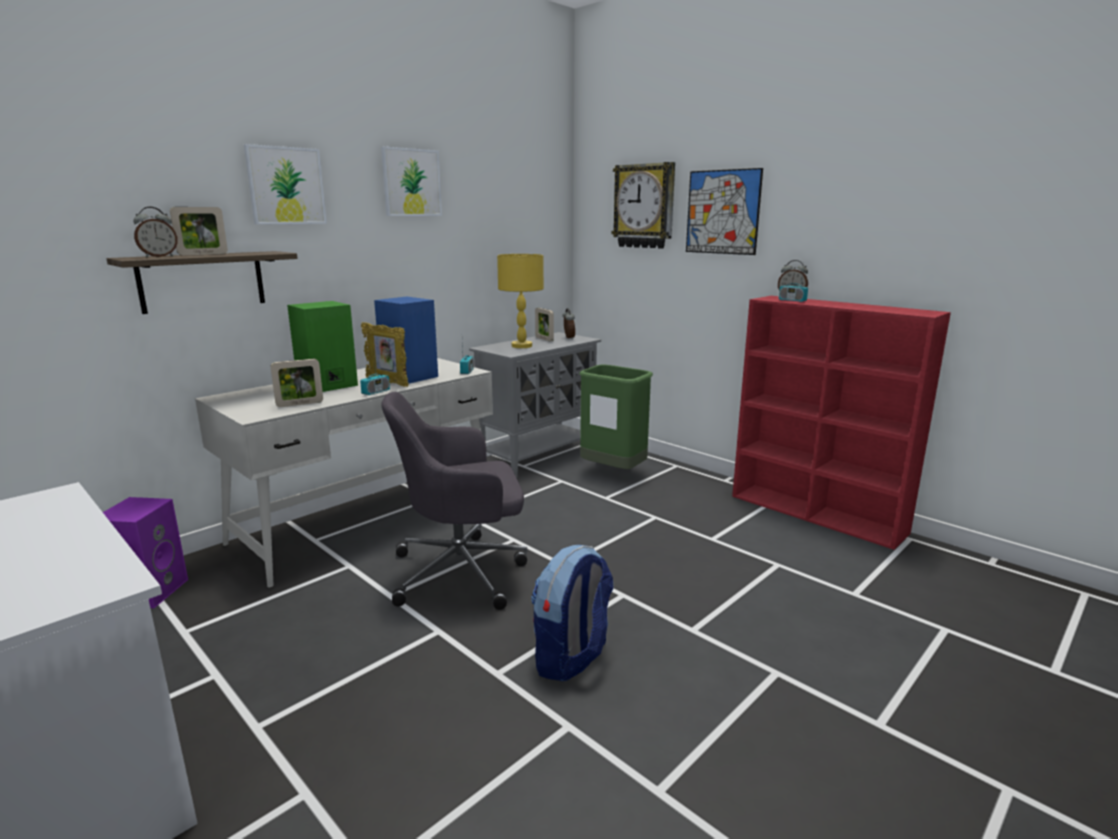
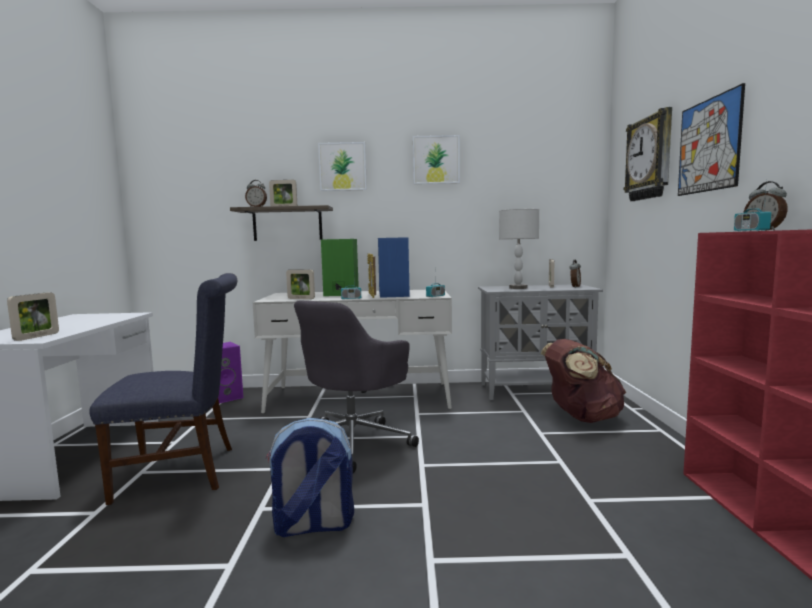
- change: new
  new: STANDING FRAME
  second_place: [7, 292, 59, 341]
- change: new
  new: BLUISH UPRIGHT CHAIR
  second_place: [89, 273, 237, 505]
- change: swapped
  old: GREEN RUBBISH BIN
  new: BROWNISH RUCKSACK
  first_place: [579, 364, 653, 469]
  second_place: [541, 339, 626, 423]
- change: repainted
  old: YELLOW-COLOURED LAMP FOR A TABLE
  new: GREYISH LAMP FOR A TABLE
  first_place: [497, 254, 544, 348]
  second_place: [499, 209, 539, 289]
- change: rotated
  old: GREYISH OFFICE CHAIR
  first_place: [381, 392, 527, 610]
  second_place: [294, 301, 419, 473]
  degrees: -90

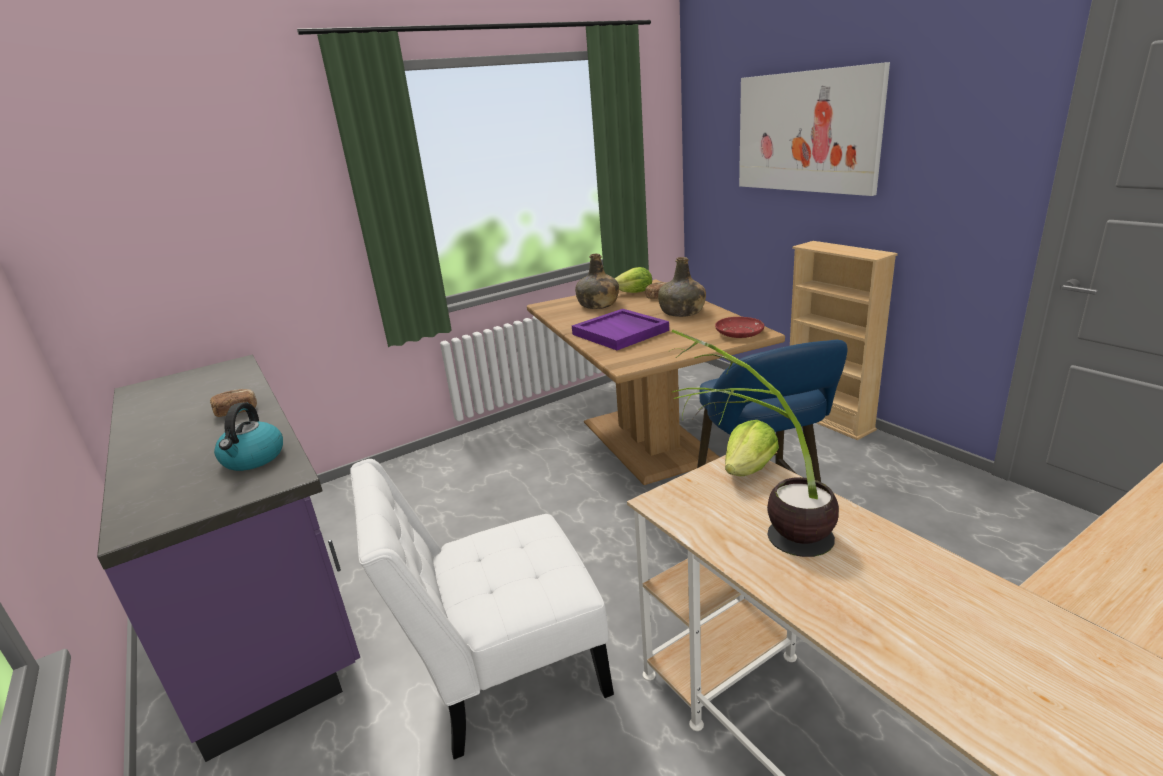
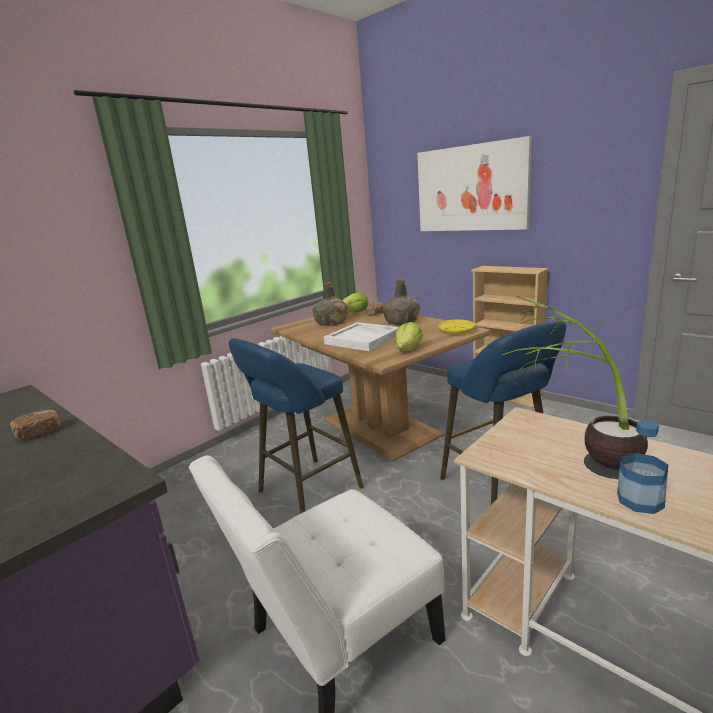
- change: gone
  old: TEA KETTLE
  first_place: [214, 402, 283, 471]
- change: new
  new: BLUISH SITTING STOOL
  second_place: [229, 338, 364, 514]
- change: new
  new: DRINK BOTTLE
  second_place: [617, 420, 668, 514]
- change: shifted
  old: LETTUCE HEAD
  first_place: [725, 420, 779, 476]
  second_place: [396, 322, 423, 352]
- change: repainted
  old: PURPLISH SERVING TRAY
  new: WHITISH SERVING TRAY
  first_place: [572, 309, 669, 350]
  second_place: [324, 322, 399, 351]
- change: repainted
  old: RED-COLOURED PLATE
  new: YELLOW-COLOURED PLATE
  first_place: [715, 317, 764, 338]
  second_place: [438, 320, 475, 334]

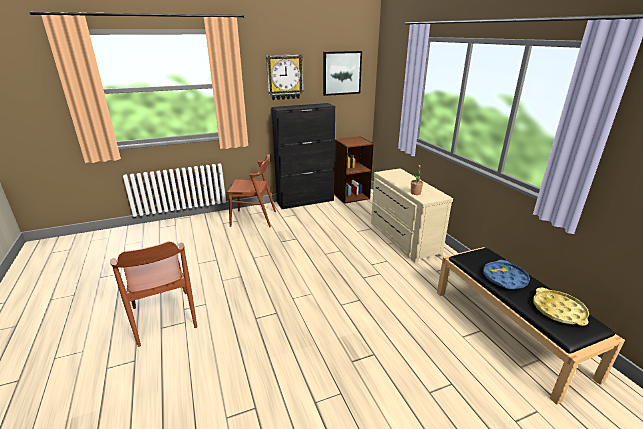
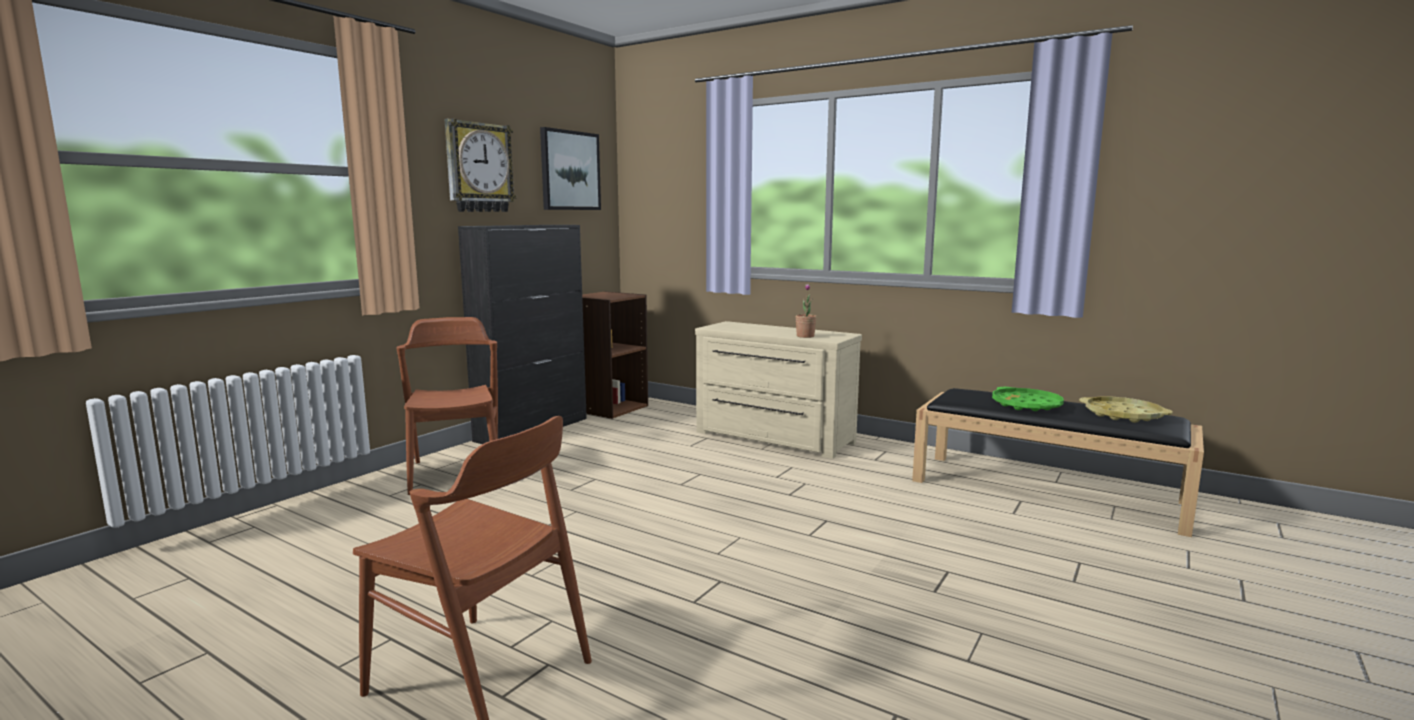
- change: repainted
  old: BLUISH SERVING TRAY
  new: GREEN SERVING TRAY
  first_place: [483, 260, 530, 289]
  second_place: [992, 387, 1064, 411]
- change: rotated
  old: BROWNISH UPRIGHT CHAIR
  first_place: [227, 154, 276, 227]
  second_place: [396, 317, 498, 495]
  degrees: -75

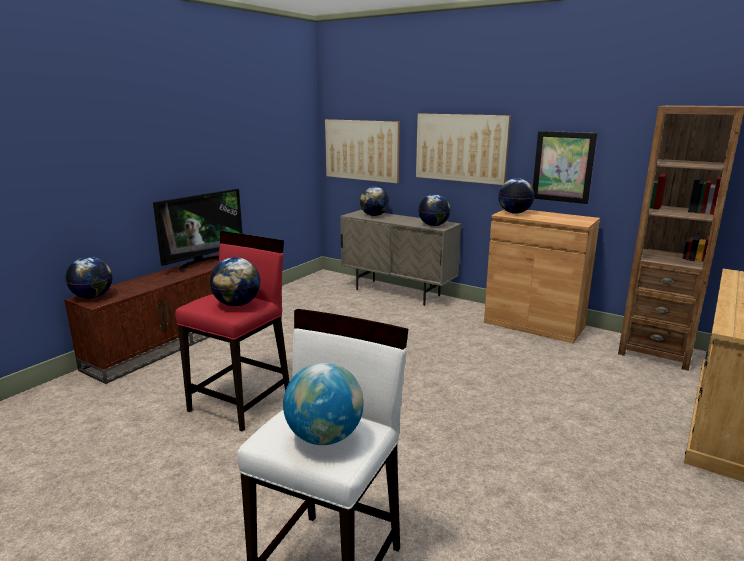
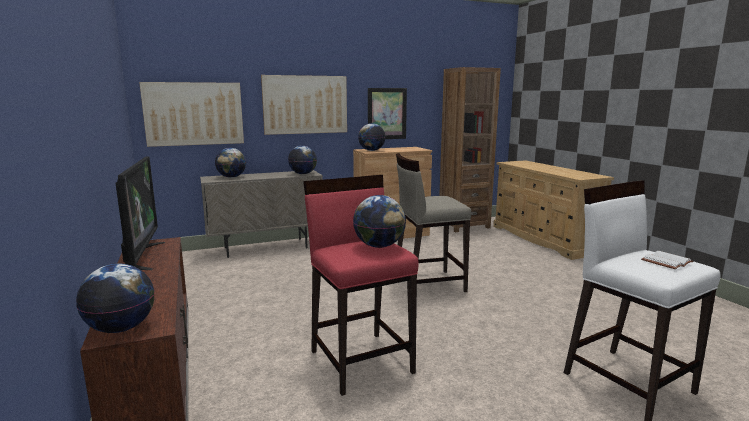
- change: new
  new: SAND-COLOURED SITTING STOOL
  second_place: [396, 153, 471, 292]
- change: swapped
  old: GLOBE
  new: WHITISH BOUND BOOK
  first_place: [283, 363, 364, 445]
  second_place: [641, 251, 693, 269]

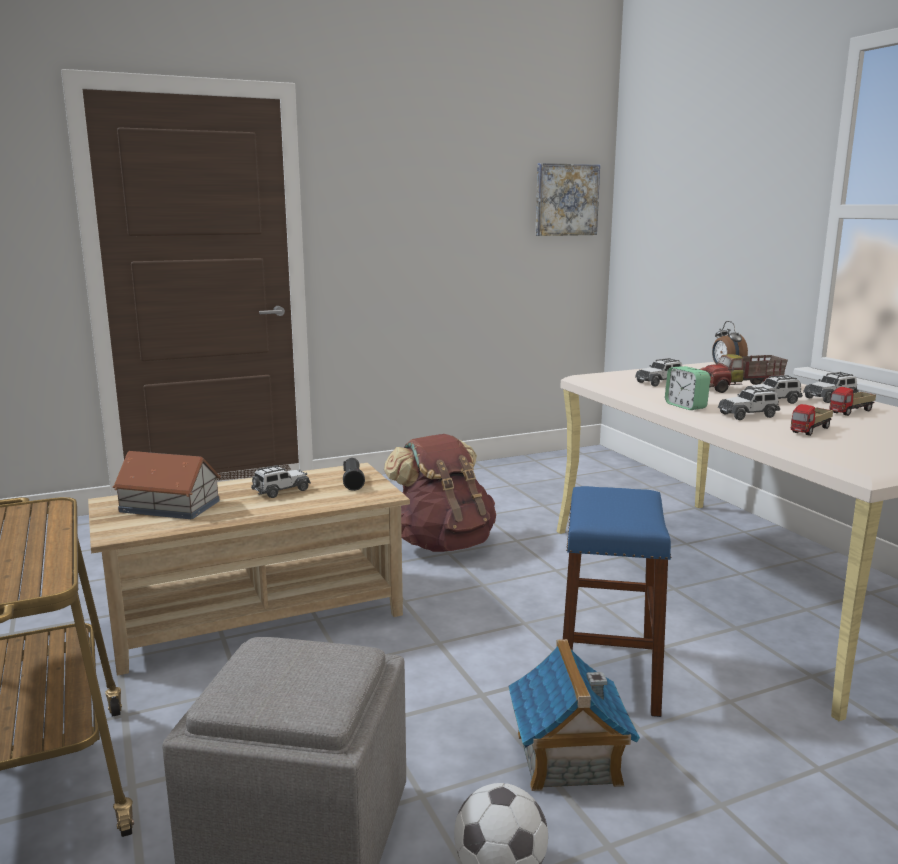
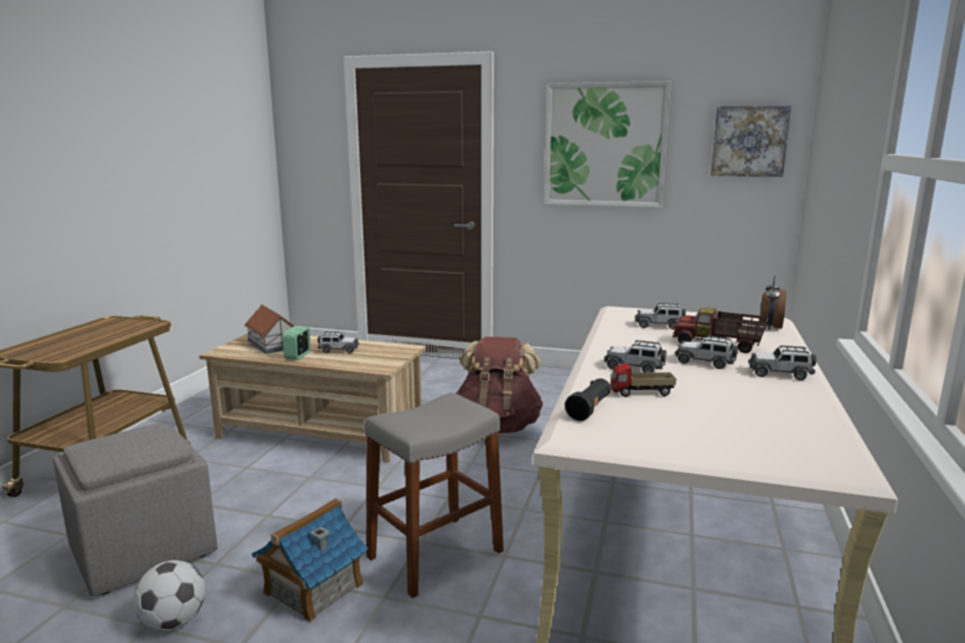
- change: gone
  old: TOY LORRY
  first_place: [830, 387, 876, 416]
- change: new
  new: WALL PICTURE
  second_place: [544, 81, 671, 208]
- change: shifted
  old: BLACKISH FLASHLIGHT
  first_place: [343, 458, 365, 491]
  second_place: [565, 378, 611, 421]
- change: shifted
  old: ALARM CLOCK
  first_place: [665, 366, 710, 410]
  second_place: [283, 326, 311, 360]
- change: repainted
  old: BLUISH SITTING STOOL
  new: GREYISH SITTING STOOL
  first_place: [563, 486, 671, 717]
  second_place: [364, 393, 504, 598]

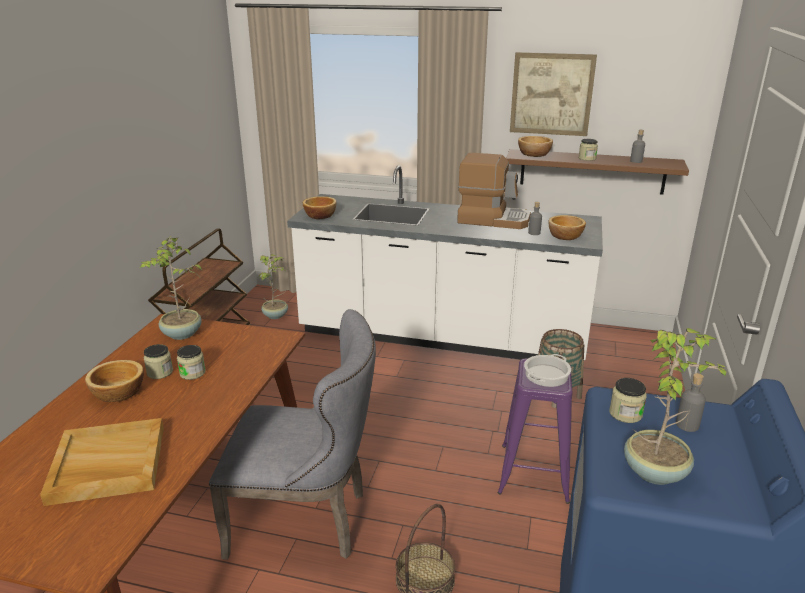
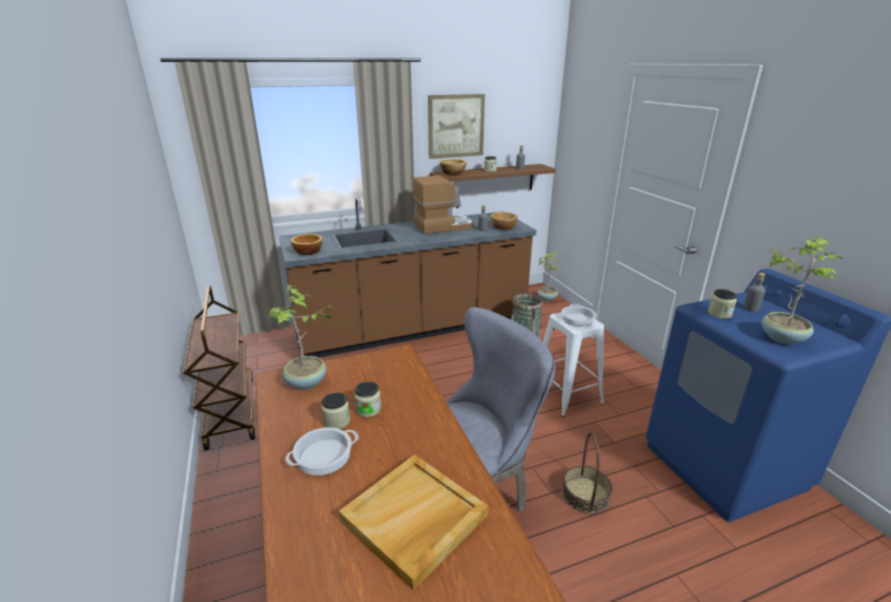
- change: shifted
  old: POTTED PLANT
  first_place: [258, 254, 288, 319]
  second_place: [537, 251, 564, 301]
- change: swapped
  old: BOWL
  new: COOKING POT
  first_place: [85, 360, 144, 402]
  second_place: [286, 427, 359, 475]
- change: repainted
  old: WHITISH KITCHEN COUNTER
  new: BROWNISH KITCHEN COUNTER
  first_place: [287, 166, 603, 360]
  second_place: [279, 197, 537, 358]
- change: repainted
  old: PURPLISH SITTING STOOL
  new: WHITISH SITTING STOOL
  first_place: [498, 358, 573, 504]
  second_place: [543, 312, 604, 417]

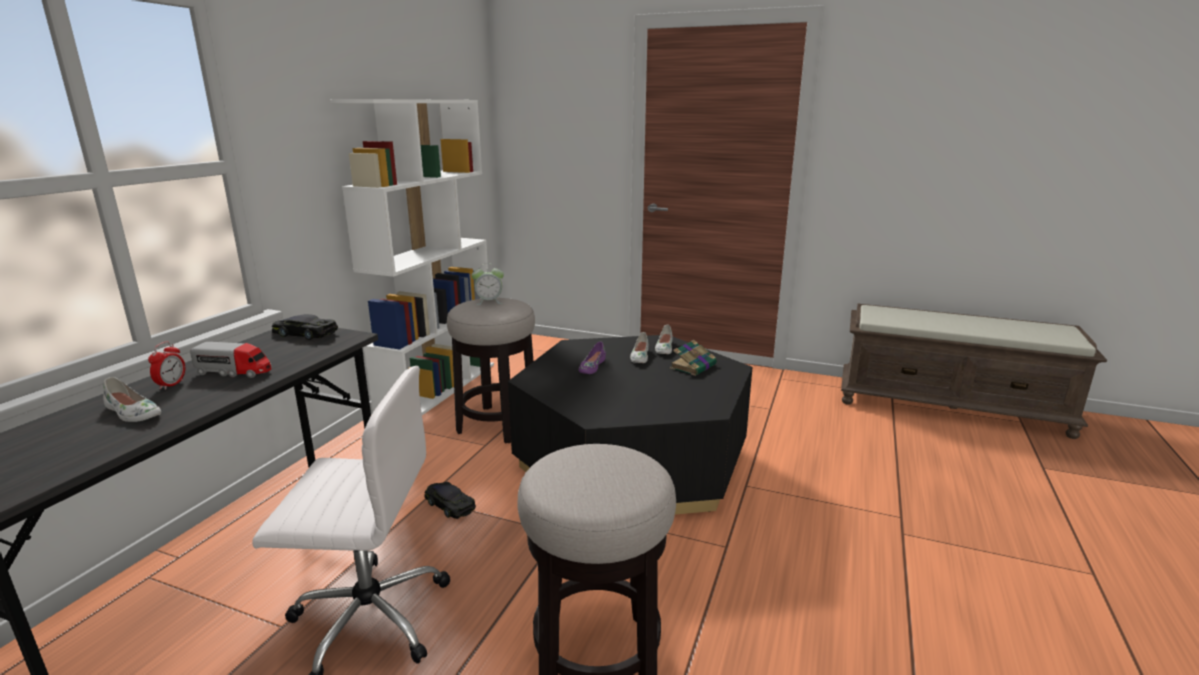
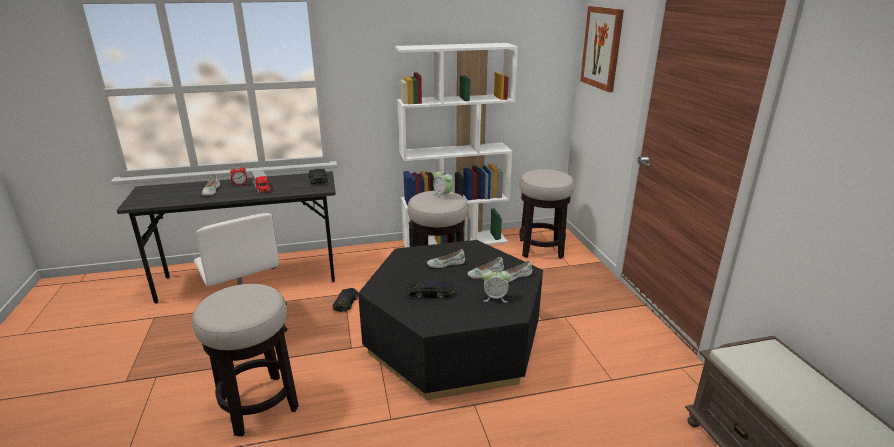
- change: new
  new: BLACKISH MODEL CAR
  second_place: [407, 279, 456, 299]
- change: new
  new: SITTING STOOL
  second_place: [519, 169, 575, 259]
- change: new
  new: WALL PICTURE
  second_place: [580, 6, 624, 92]
- change: swapped
  old: BOUND BOOK
  new: ALARM CLOCK
  first_place: [670, 339, 717, 376]
  second_place: [482, 266, 511, 302]
- change: repainted
  old: PURPLISH ITEM OF FOOTWEAR
  new: WHITISH ITEM OF FOOTWEAR
  first_place: [579, 342, 606, 374]
  second_place: [427, 250, 465, 268]

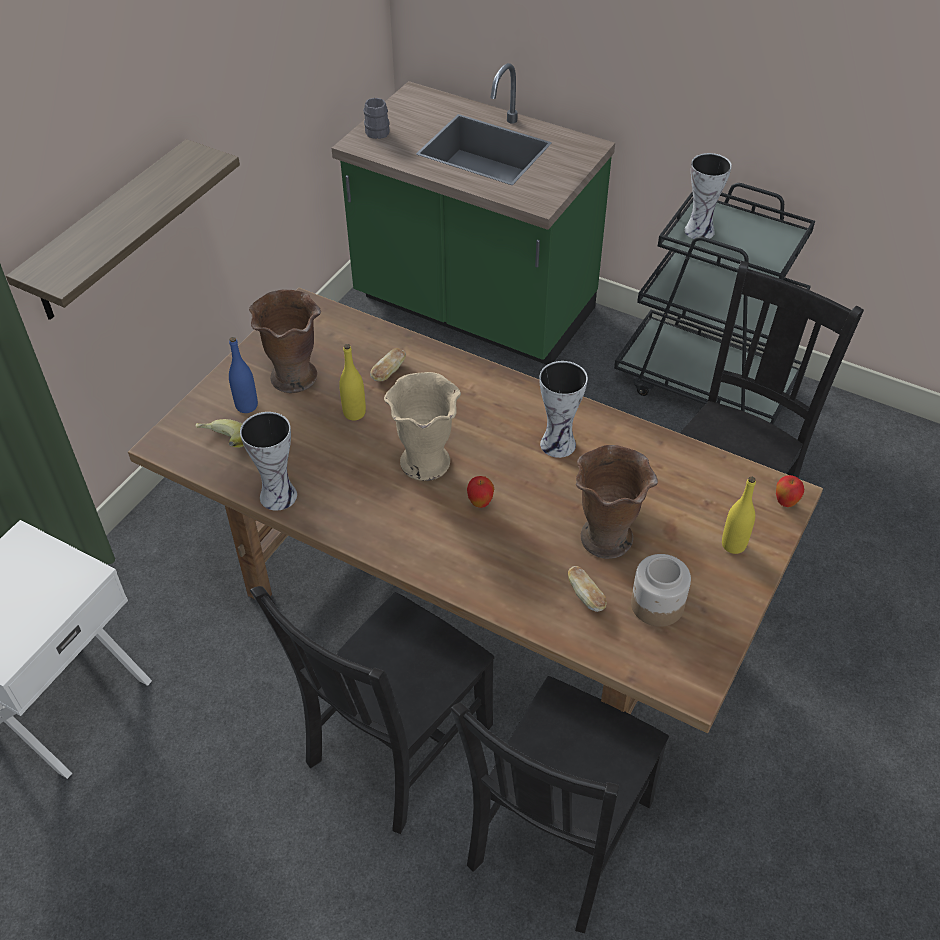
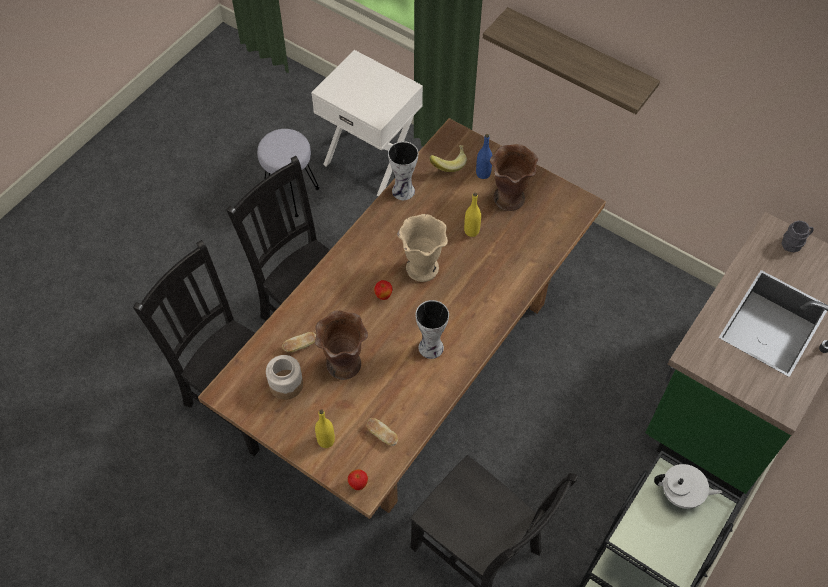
- change: new
  new: GREYISH SITTING STOOL
  second_place: [257, 129, 319, 217]
- change: shifted
  old: BREAD
  first_place: [370, 348, 406, 381]
  second_place: [367, 418, 398, 446]
- change: swapped
  old: FLOWER VASE
  new: WHITISH POT FOR TEA
  first_place: [684, 153, 732, 239]
  second_place: [654, 464, 722, 509]

